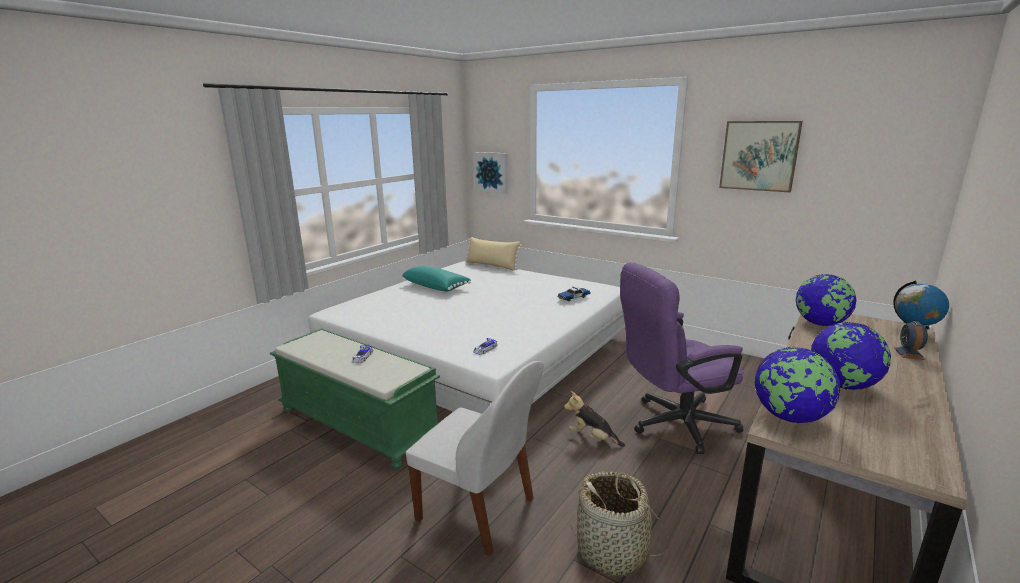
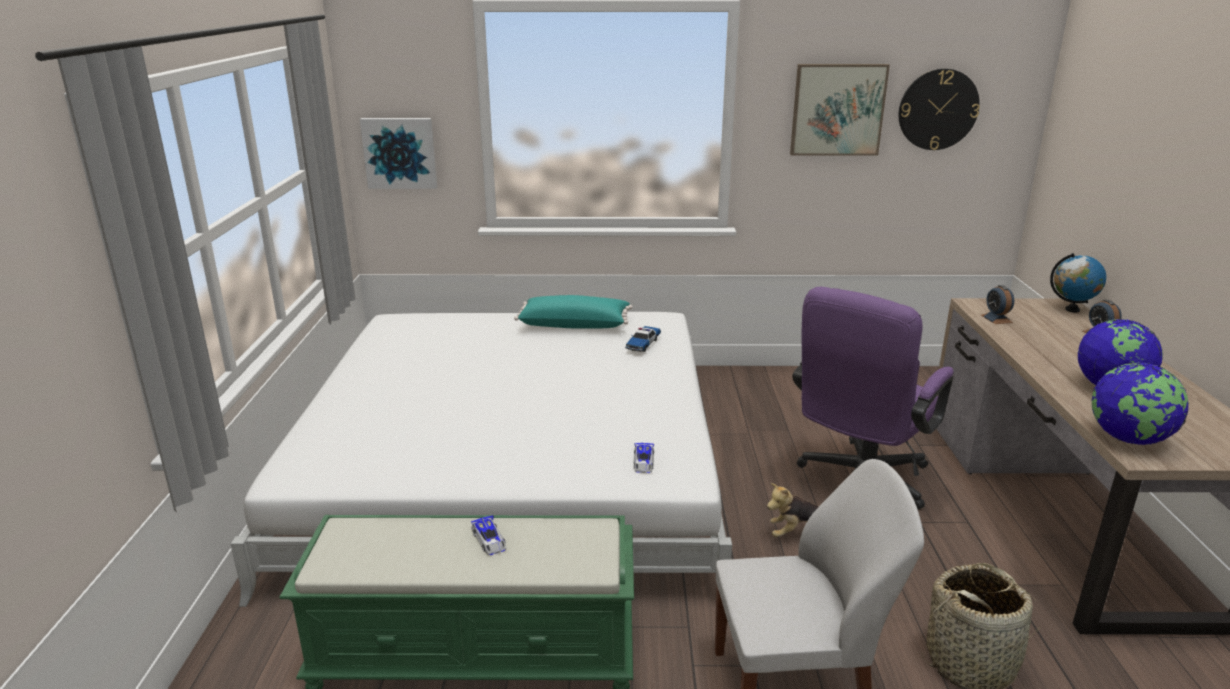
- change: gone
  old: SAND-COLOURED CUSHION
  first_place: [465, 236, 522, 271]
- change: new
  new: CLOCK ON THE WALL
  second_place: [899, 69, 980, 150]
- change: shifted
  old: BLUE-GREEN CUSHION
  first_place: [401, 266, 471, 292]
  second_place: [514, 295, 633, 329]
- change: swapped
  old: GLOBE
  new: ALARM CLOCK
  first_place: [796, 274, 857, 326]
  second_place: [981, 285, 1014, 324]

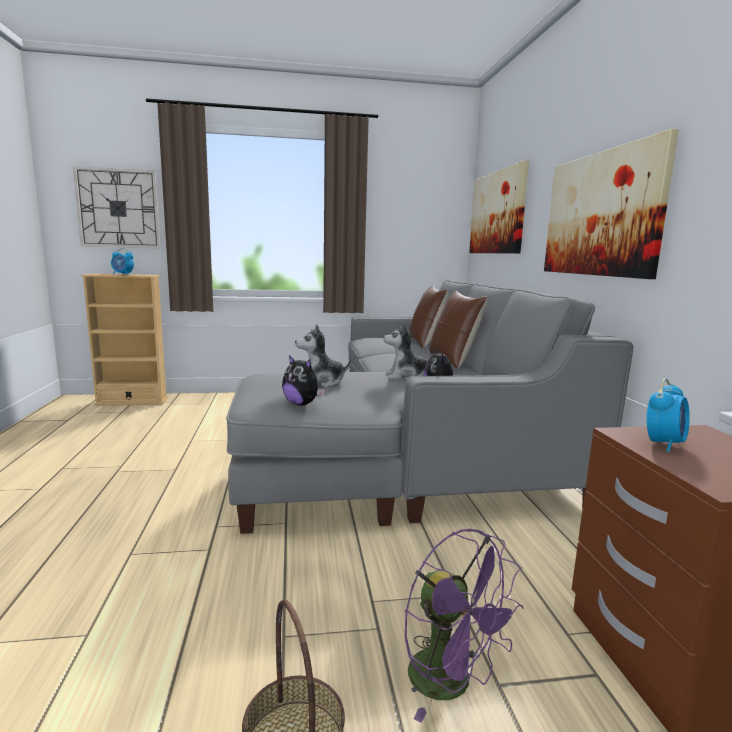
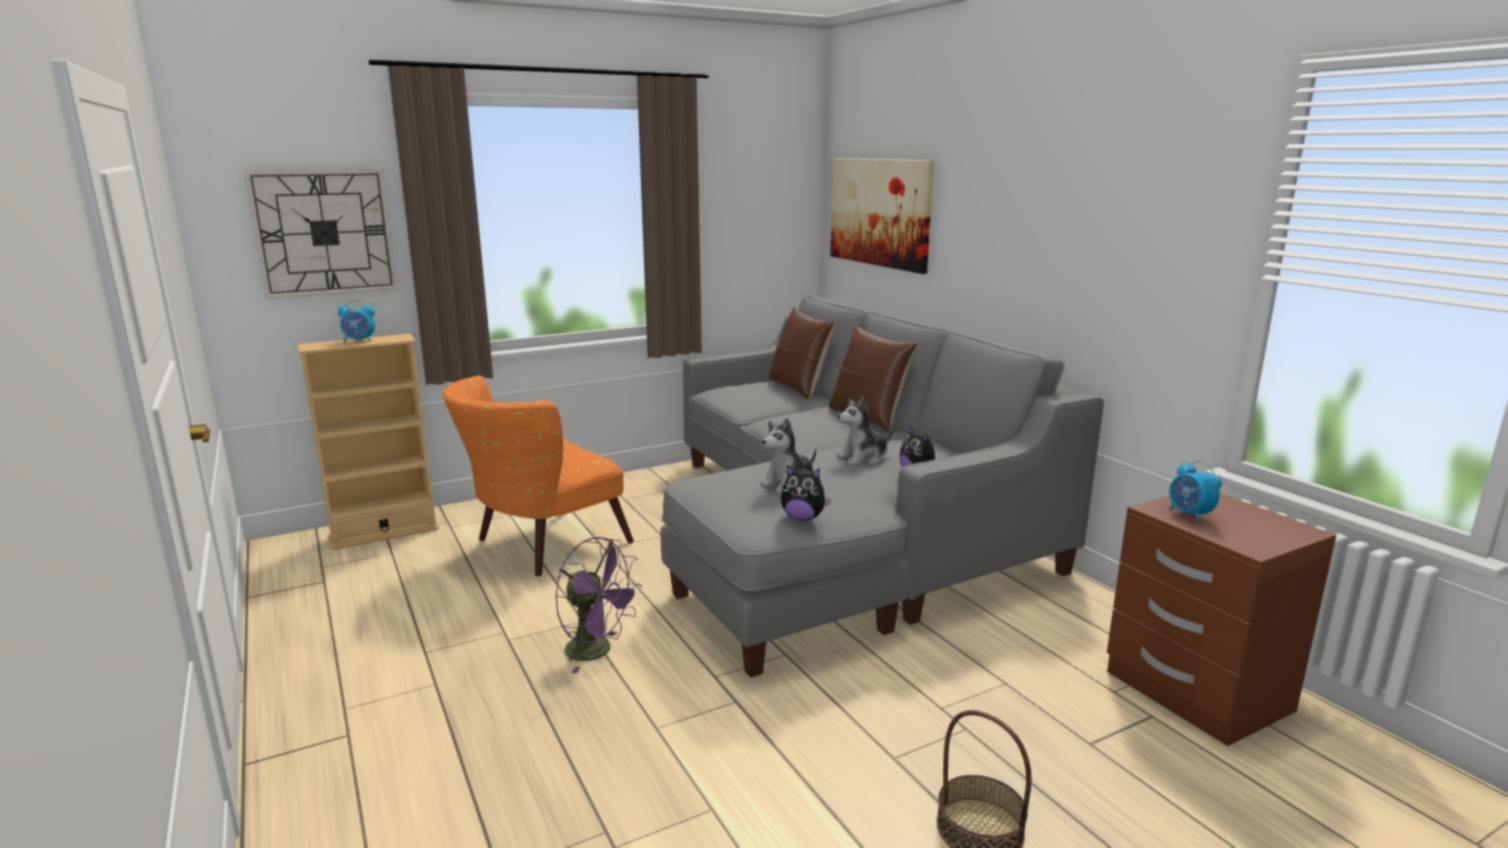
- change: gone
  old: WALL PICTURE
  first_place: [544, 129, 679, 279]
- change: new
  new: ORANGE-COLOURED ARMCHAIR
  second_place: [443, 376, 634, 577]
- change: shifted
  old: PURPLISH COOLING FAN
  first_place: [405, 529, 524, 723]
  second_place: [555, 537, 642, 673]
- change: rotated
  old: ALARM CLOCK
  first_place: [647, 378, 690, 452]
  second_place: [1169, 460, 1222, 522]
  degrees: 135

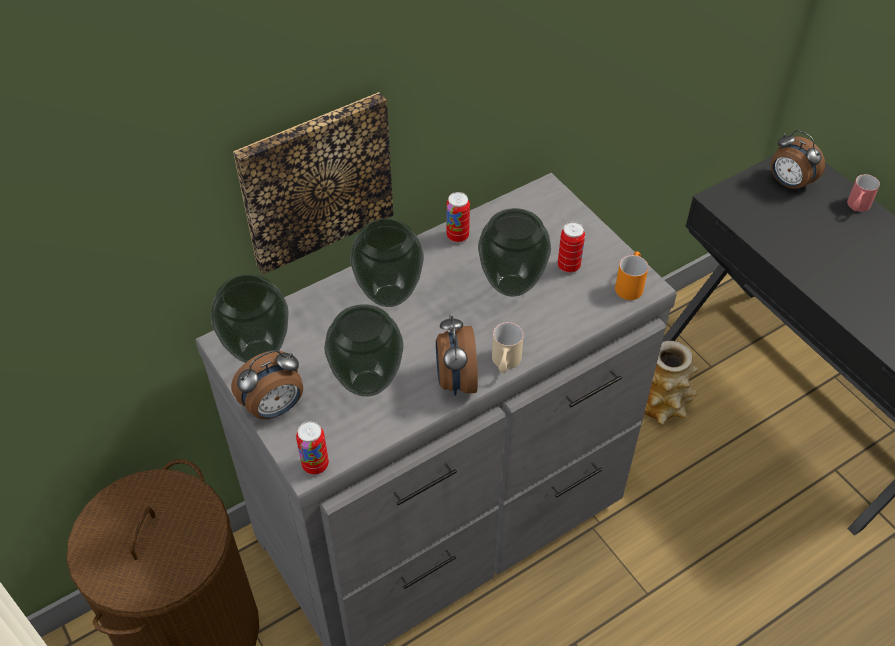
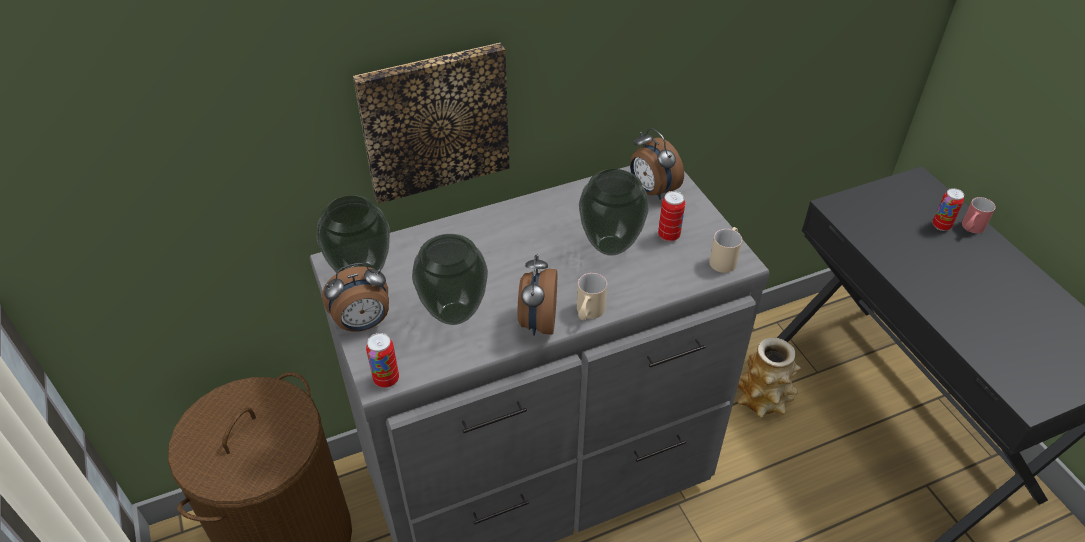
- change: gone
  old: FLOWER VASE
  first_place: [350, 218, 424, 307]
- change: shifted
  old: METAL CAN
  first_place: [446, 192, 470, 242]
  second_place: [933, 188, 964, 231]
- change: shifted
  old: ALARM CLOCK
  first_place: [771, 130, 825, 191]
  second_place: [630, 128, 684, 200]
- change: repainted
  old: ORANGE-COLOURED COFFEE MUG
  new: SAND-COLOURED COFFEE MUG
  first_place: [615, 252, 648, 300]
  second_place: [709, 227, 742, 273]

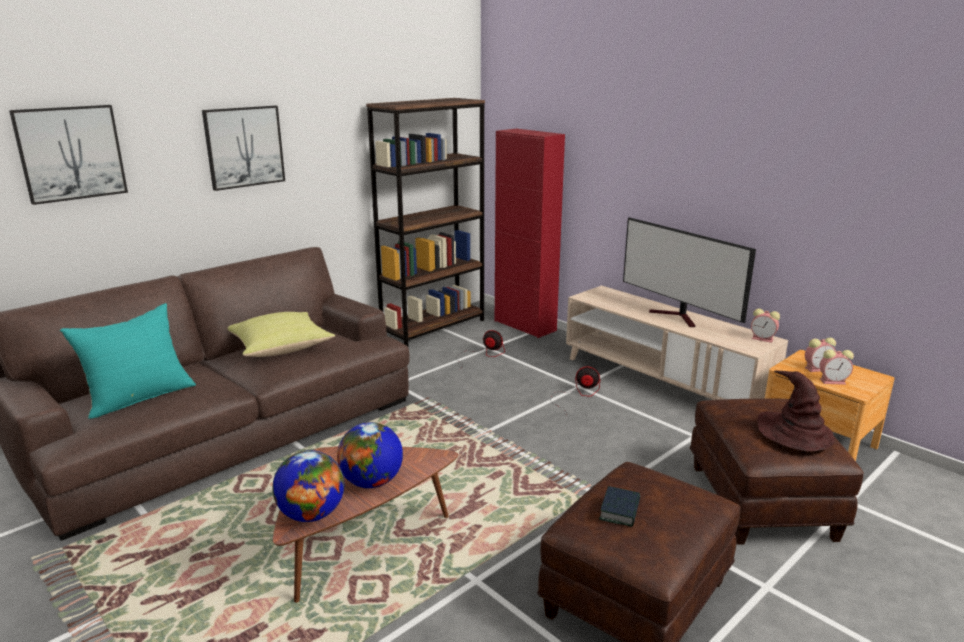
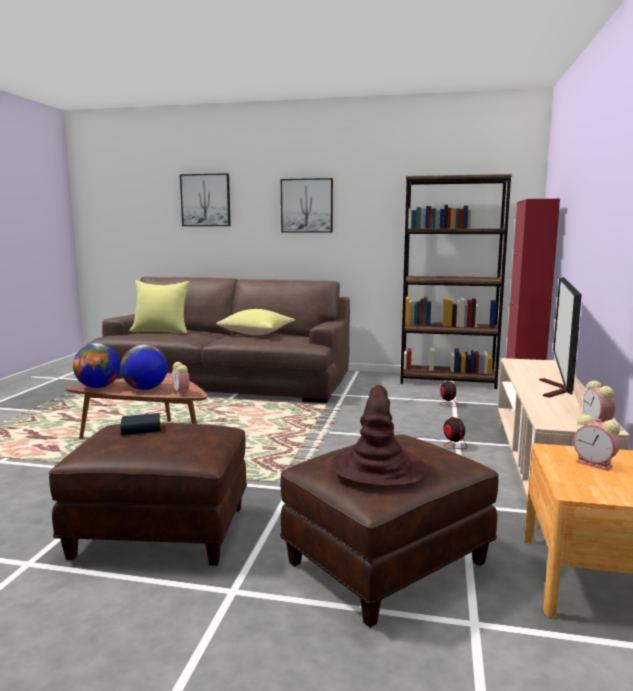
- change: shifted
  old: ALARM CLOCK
  first_place: [819, 349, 854, 385]
  second_place: [172, 362, 190, 396]
- change: repainted
  old: BLUE-GREEN CUSHION
  new: YELLOW-COLOURED CUSHION
  first_place: [60, 303, 196, 419]
  second_place: [129, 280, 190, 334]

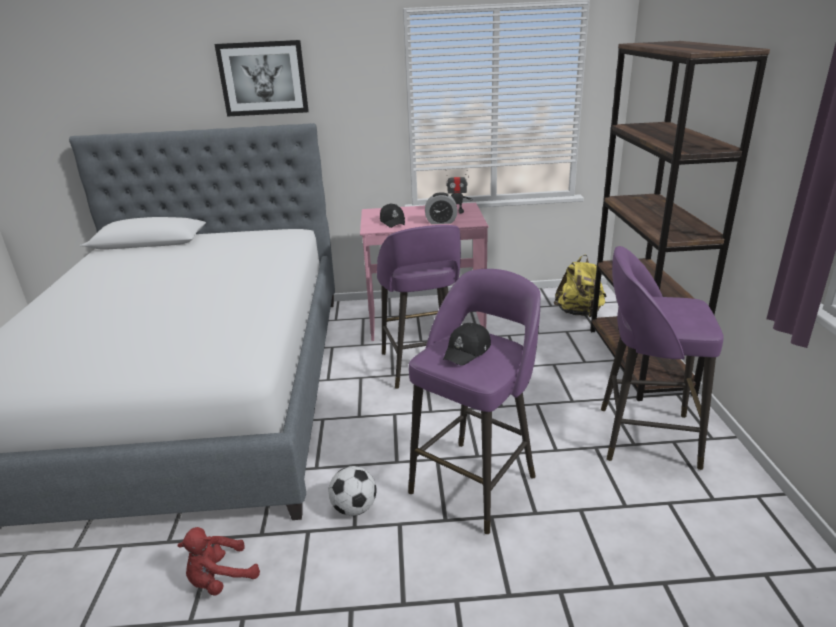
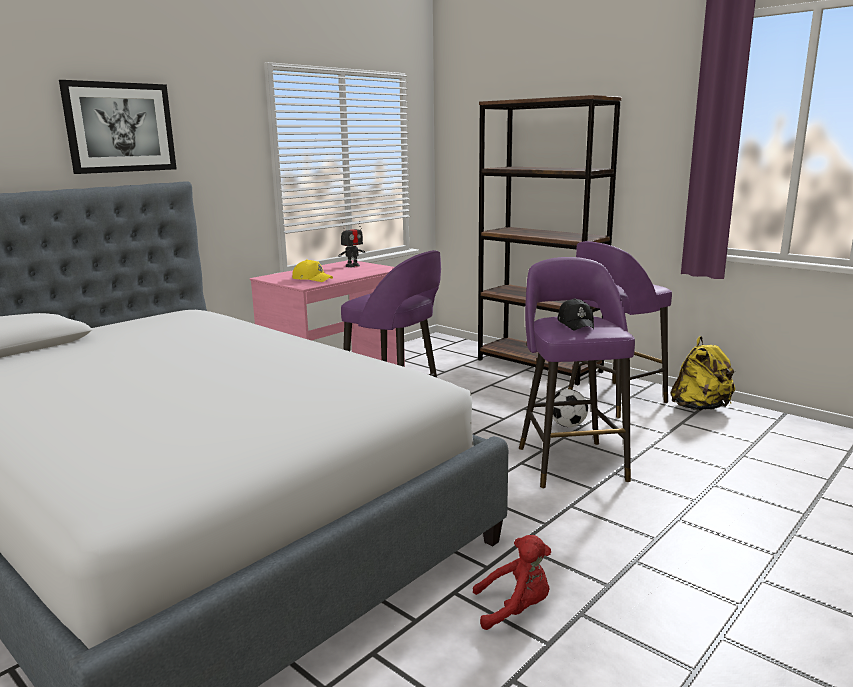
- change: gone
  old: ALARM CLOCK
  first_place: [425, 192, 457, 224]
- change: shifted
  old: BALL FOR FOOTBALL
  first_place: [328, 466, 376, 516]
  second_place: [553, 389, 588, 427]
- change: shifted
  old: YELLOW-COLOURED RUCKSACK
  first_place: [554, 255, 607, 317]
  second_place: [671, 336, 736, 411]
- change: repainted
  old: BLACKISH BASEBALL CAP
  new: YELLOW-COLOURED BASEBALL CAP
  first_place: [380, 203, 405, 228]
  second_place: [292, 259, 333, 282]
- change: rotated
  old: RED-COLOURED SOFT TOY
  first_place: [177, 527, 260, 596]
  second_place: [473, 535, 551, 630]
  degrees: -105

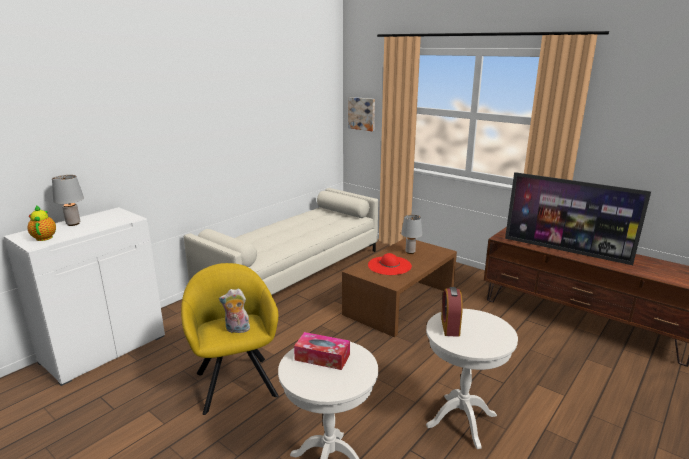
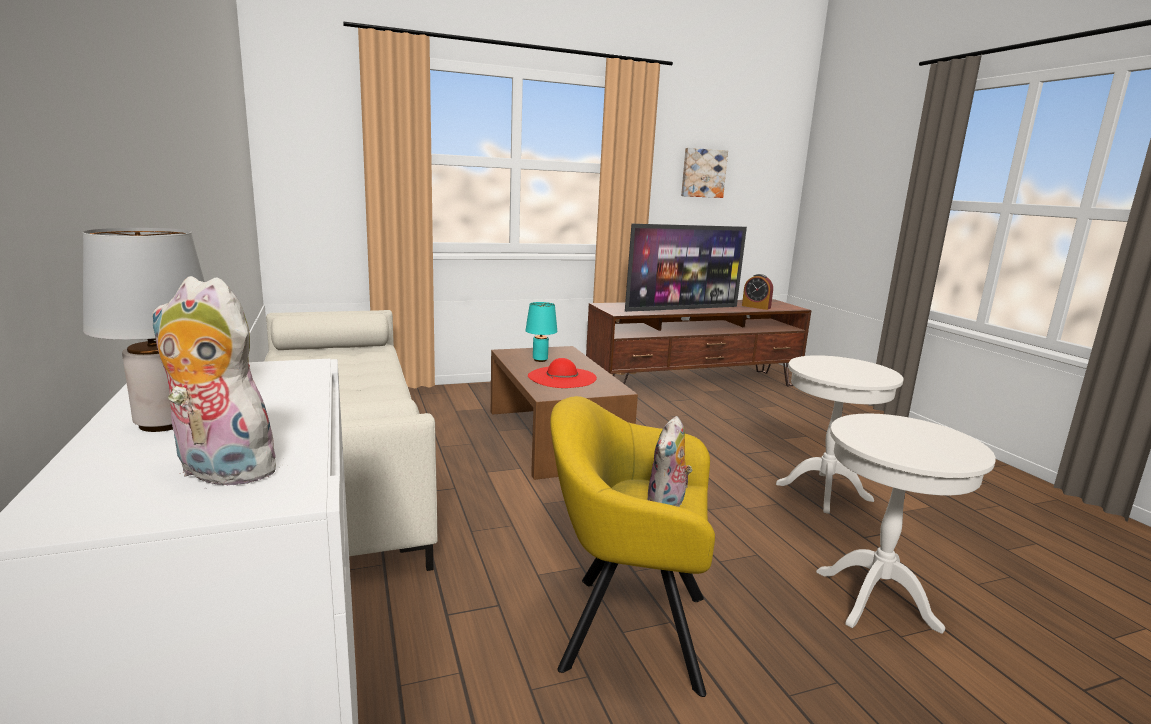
- change: gone
  old: TISSUE BOX
  first_place: [294, 332, 350, 370]
- change: shifted
  old: WALL PICTURE
  first_place: [348, 97, 375, 131]
  second_place: [681, 148, 728, 198]
- change: shifted
  old: ALARM CLOCK
  first_place: [441, 287, 463, 337]
  second_place: [742, 274, 773, 310]
- change: swapped
  old: POT FOR TEA
  new: SOFT TOY
  first_place: [27, 206, 56, 241]
  second_place: [152, 276, 288, 486]
- change: repainted
  old: GREYISH LAMP FOR A TABLE
  new: BLUE-GREEN LAMP FOR A TABLE
  first_place: [401, 215, 422, 254]
  second_place: [525, 302, 557, 362]

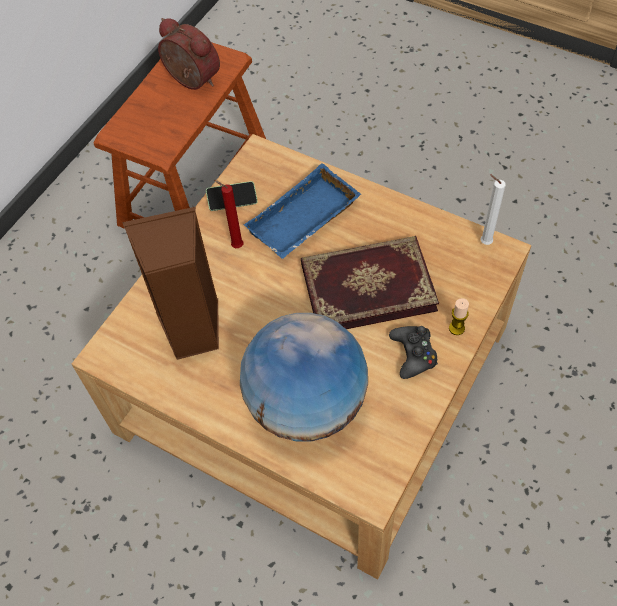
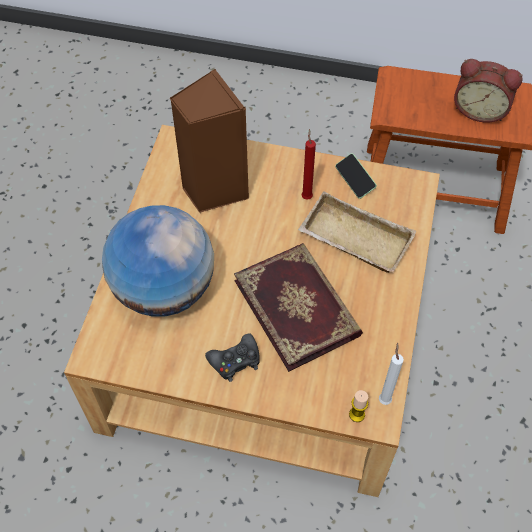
- change: shifted
  old: WAX CANDLE
  first_place: [449, 298, 469, 335]
  second_place: [349, 390, 368, 422]
- change: repainted
  old: BLUISH SERVING TRAY
  new: SAND-COLOURED SERVING TRAY
  first_place: [244, 163, 361, 259]
  second_place: [298, 191, 417, 273]
- change: rotated
  old: ALARM CLOCK
  first_place: [158, 18, 220, 90]
  second_place: [454, 59, 523, 123]
  degrees: 90

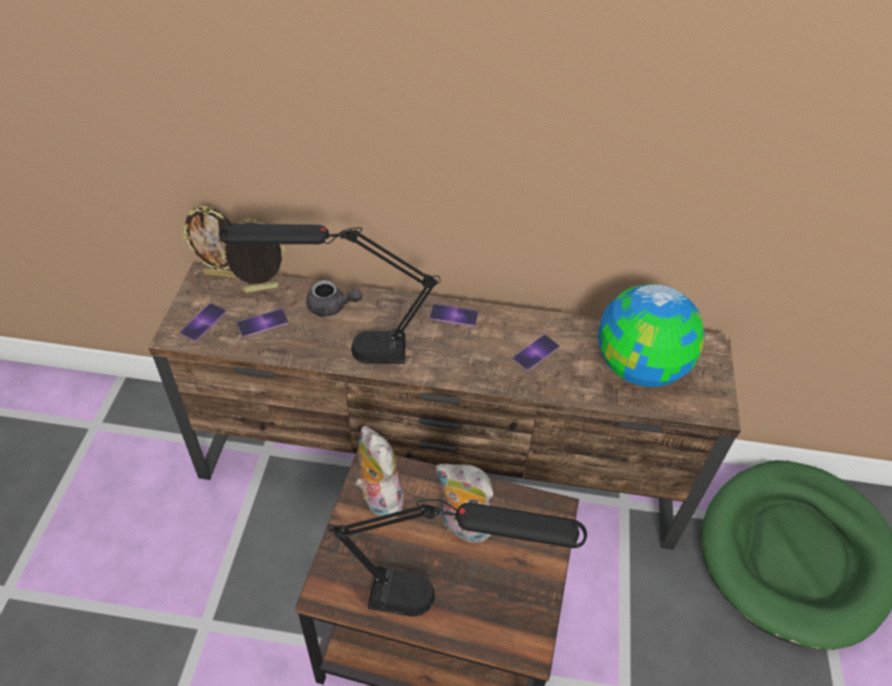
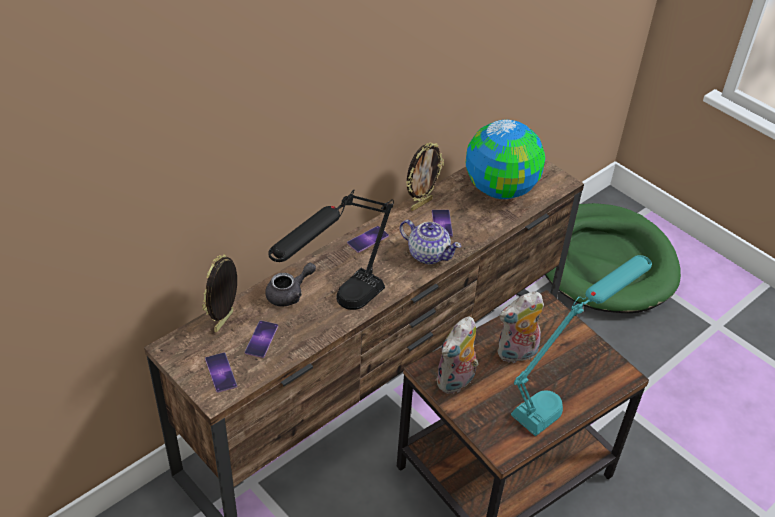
- change: new
  new: POT FOR TEA
  second_place: [400, 220, 461, 264]
- change: shifted
  old: STANDING FRAME
  first_place: [181, 206, 237, 278]
  second_place: [406, 143, 444, 211]
- change: repainted
  old: BLACKISH LAMP FOR A TABLE
  new: BLUE-GREEN LAMP FOR A TABLE
  first_place: [328, 499, 587, 616]
  second_place: [511, 255, 652, 436]
- change: rotated
  old: SOFT TOY
  first_place: [355, 426, 404, 519]
  second_place: [436, 317, 479, 394]
  degrees: -60

